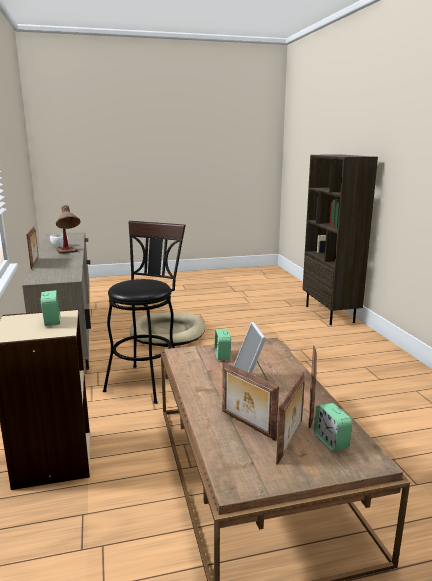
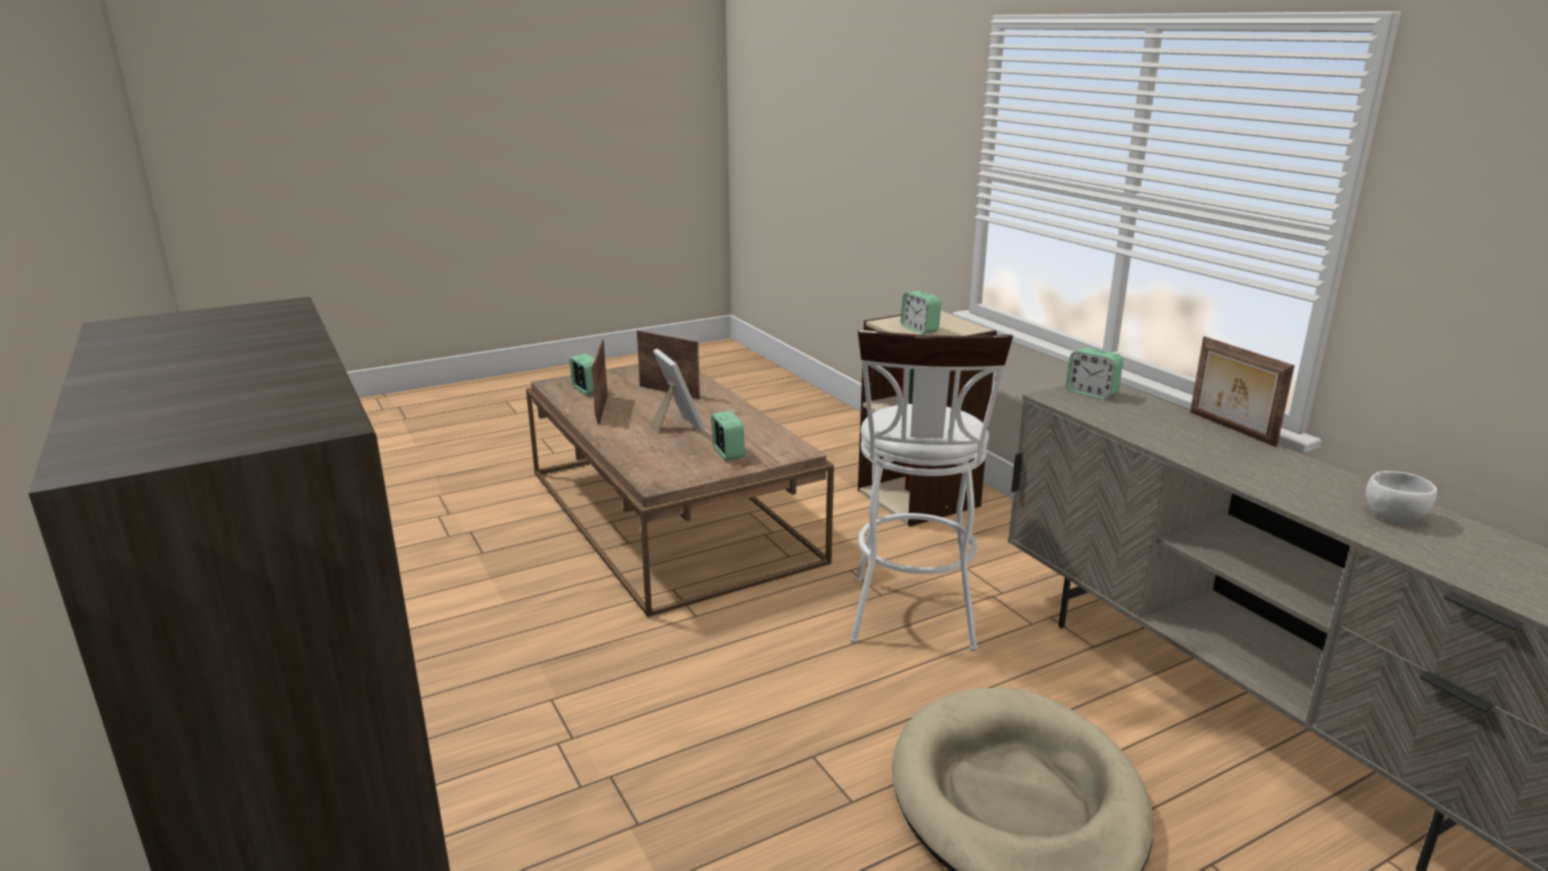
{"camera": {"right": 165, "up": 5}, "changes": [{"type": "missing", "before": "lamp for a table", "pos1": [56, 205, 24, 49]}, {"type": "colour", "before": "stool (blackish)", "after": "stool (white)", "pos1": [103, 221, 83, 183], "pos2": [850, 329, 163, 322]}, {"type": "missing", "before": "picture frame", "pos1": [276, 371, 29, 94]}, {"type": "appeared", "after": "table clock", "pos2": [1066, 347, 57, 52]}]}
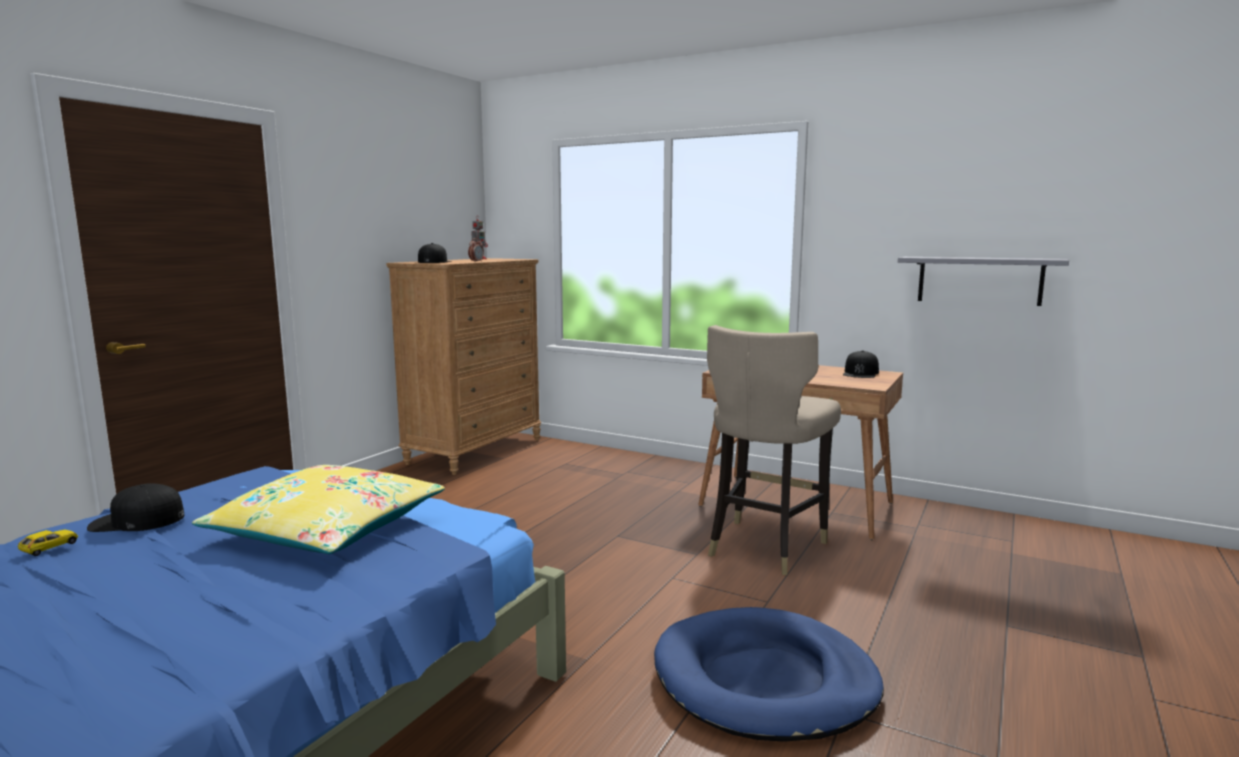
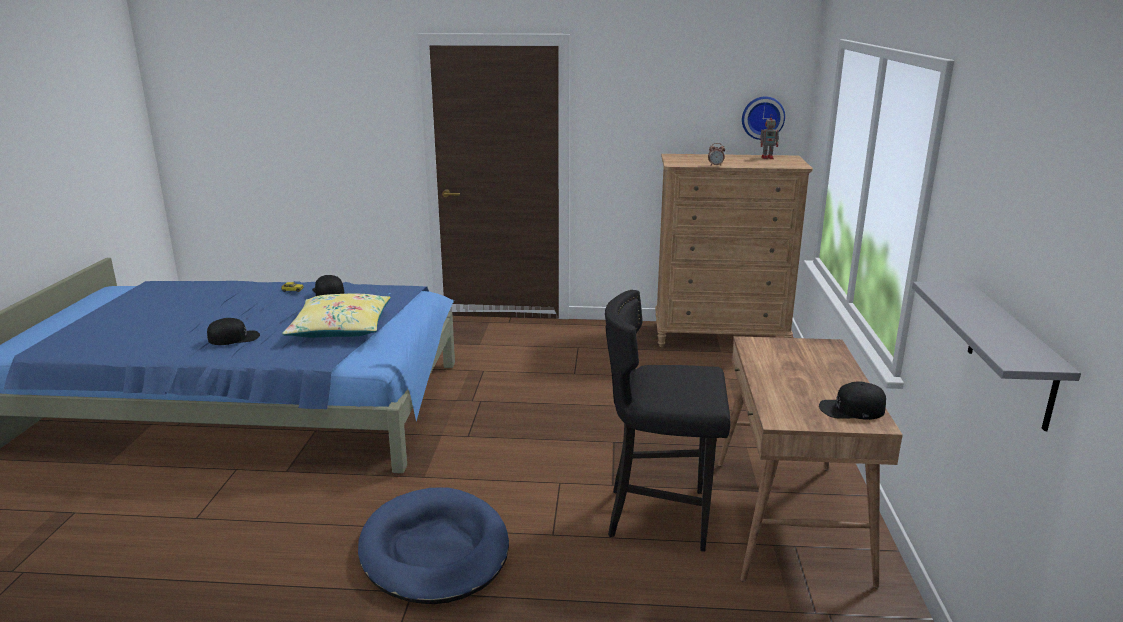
{"camera": {"right": 65, "up": 10}, "changes": [{"type": "relocated", "before": "peaked cap (blackish)", "pos1": [418, 243, 34, 20], "pos2": [207, 318, 53, 27]}, {"type": "colour", "before": "stool (beige-coloured)", "after": "stool (blackish)", "pos1": [707, 325, 134, 250], "pos2": [605, 290, 125, 262]}, {"type": "appeared", "after": "clock on the wall", "pos2": [742, 96, 43, 44]}]}
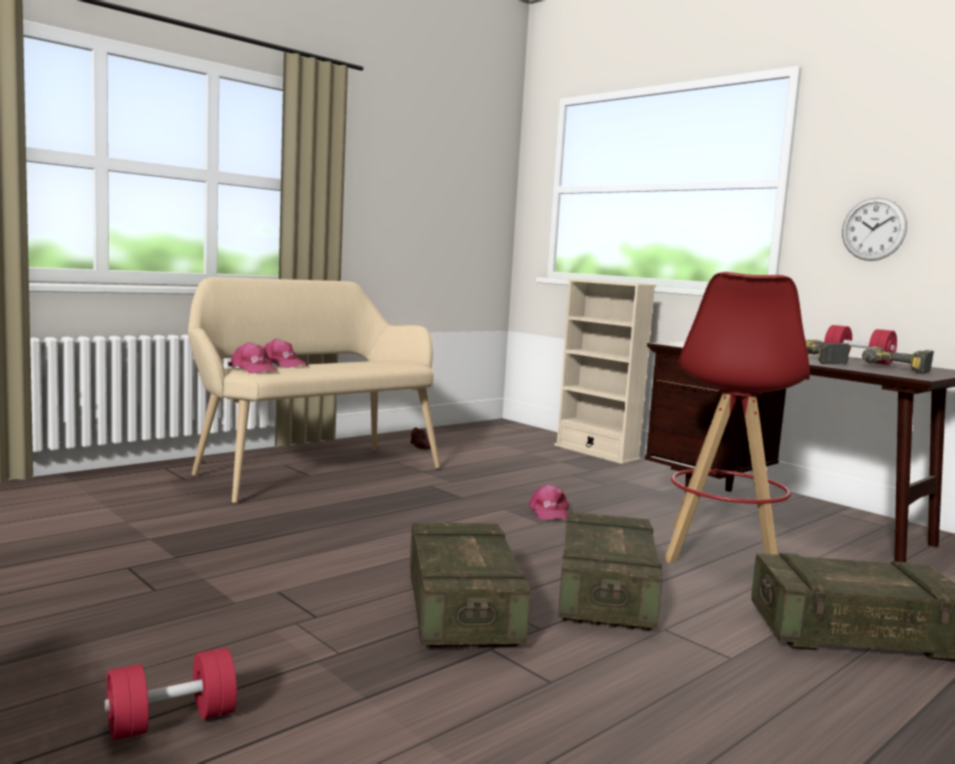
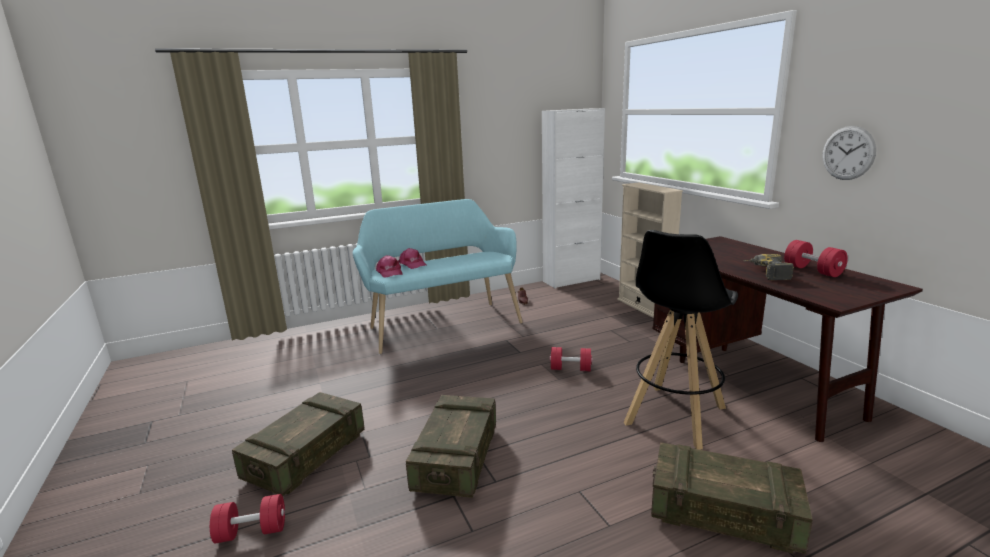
{"camera": {"right": 20, "up": 10}, "changes": [{"type": "colour", "before": "indoor bench (beige-coloured)", "after": "indoor bench (turquoise-coloured)", "pos1": [188, 277, 252, 227], "pos2": [353, 199, 170, 155]}, {"type": "exchanged", "before": "peaked cap (pink-coloured)", "after": "free weight (red-coloured)", "pos1": [529, 484, 40, 36], "pos2": [550, 347, 43, 24]}, {"type": "relocated", "before": "packing crate", "pos1": [558, 511, 104, 120], "pos2": [232, 392, 132, 104]}, {"type": "colour", "before": "stool (red-coloured)", "after": "stool (blackish)", "pos1": [664, 272, 146, 291], "pos2": [624, 230, 114, 220]}, {"type": "missing", "before": "drill", "pos1": [862, 346, 72, 28]}, {"type": "appeared", "after": "storage cabinet (white)", "pos2": [542, 108, 63, 180]}]}
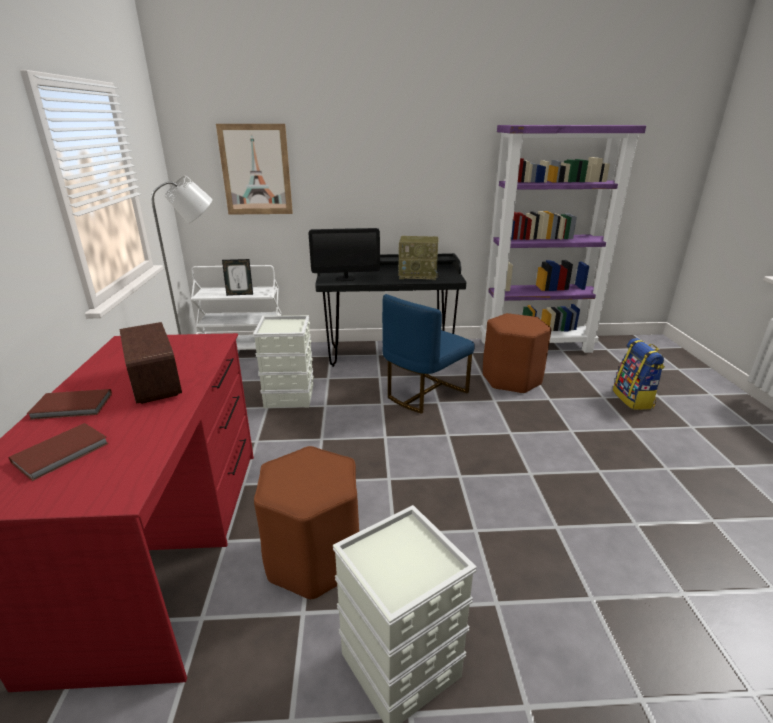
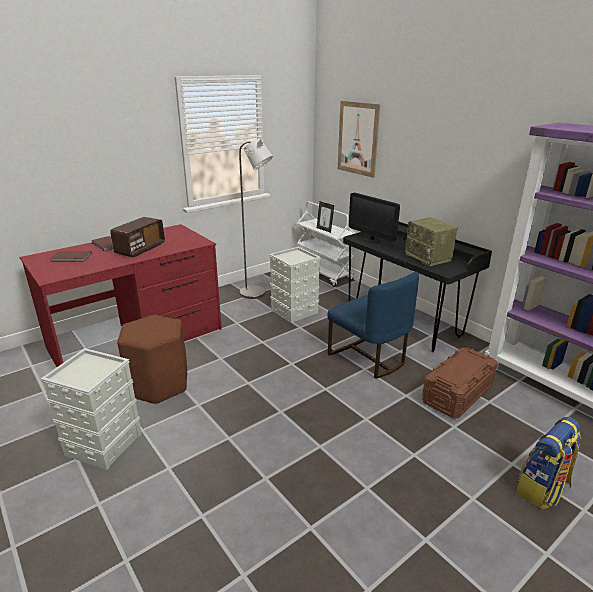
{"camera": {"right": 55, "up": 0}, "changes": [{"type": "spun", "before": "chair (blue)", "pos1": [382, 294, 93, 120], "pos2": [328, 271, 91, 108], "turn": -135}, {"type": "exchanged", "before": "stool (brown)", "after": "storage container (brown)", "pos1": [483, 313, 68, 81], "pos2": [422, 348, 75, 70]}]}
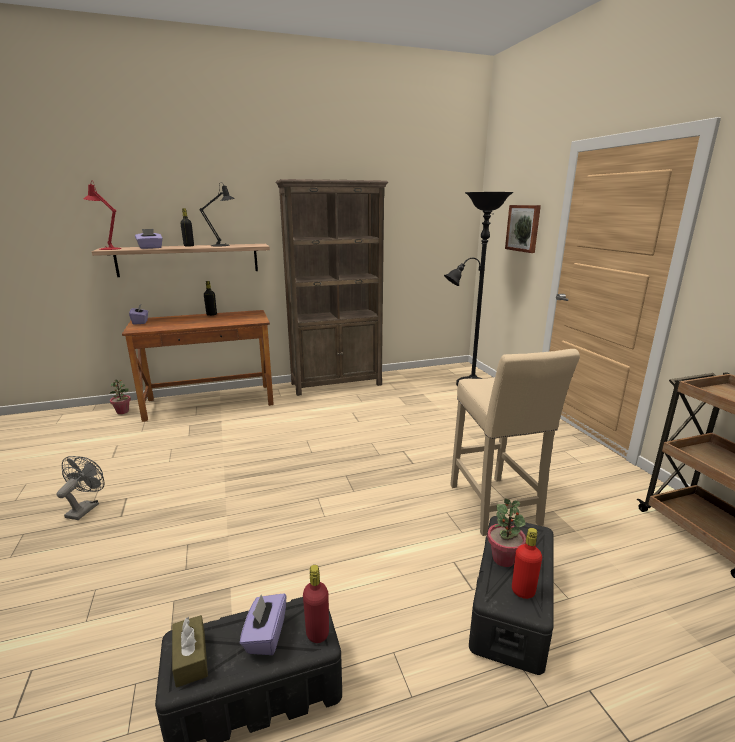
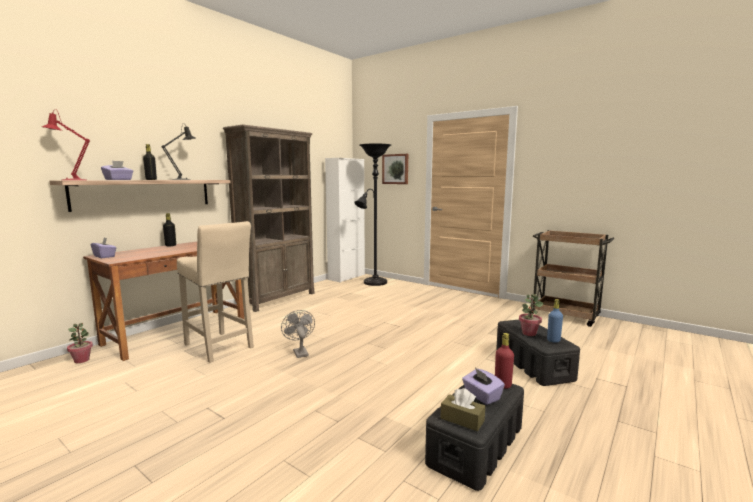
{"camera": {"right": -35, "up": -10}, "changes": [{"type": "relocated", "before": "cooling fan (gray)", "pos1": [57, 456, 47, 64], "pos2": [281, 310, 34, 48]}, {"type": "relocated", "before": "stool (beige-coloured)", "pos1": [450, 349, 130, 187], "pos2": [177, 221, 77, 142]}, {"type": "colour", "before": "drink bottle (red-coloured)", "after": "drink bottle (blue)", "pos1": [512, 528, 30, 71], "pos2": [547, 299, 16, 44]}, {"type": "appeared", "after": "storage cabinet (white)", "pos2": [325, 158, 40, 125]}]}
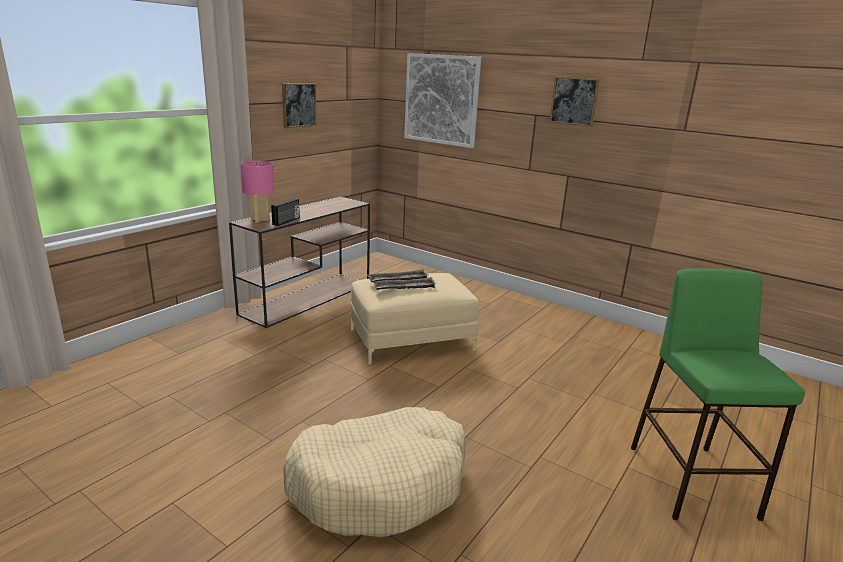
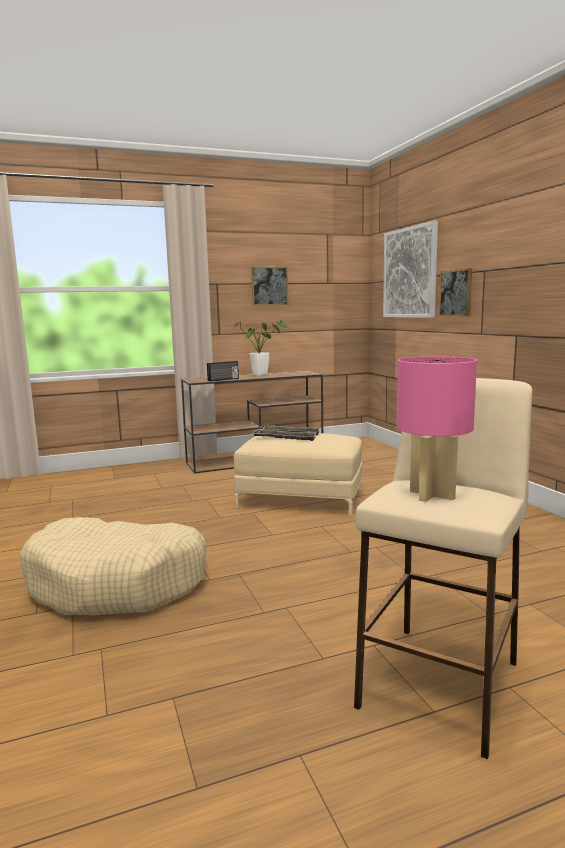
{"camera": {"right": 35, "up": -10}, "changes": [{"type": "relocated", "before": "lamp for a table (pink-coloured)", "pos1": [241, 161, 33, 62], "pos2": [397, 356, 80, 146]}, {"type": "relocated", "before": "wall picture", "pos1": [549, 76, 51, 51], "pos2": [439, 268, 33, 48]}, {"type": "colour", "before": "stool (green-coloured)", "after": "stool (beige-coloured)", "pos1": [631, 269, 174, 252], "pos2": [354, 378, 178, 381]}, {"type": "appeared", "after": "plant in a pot", "pos2": [234, 320, 54, 55]}]}
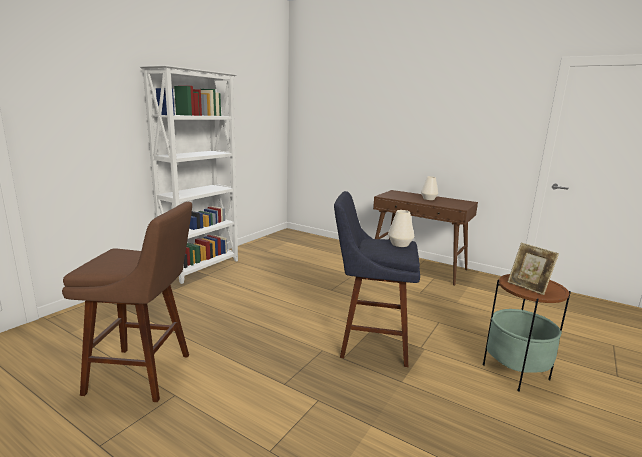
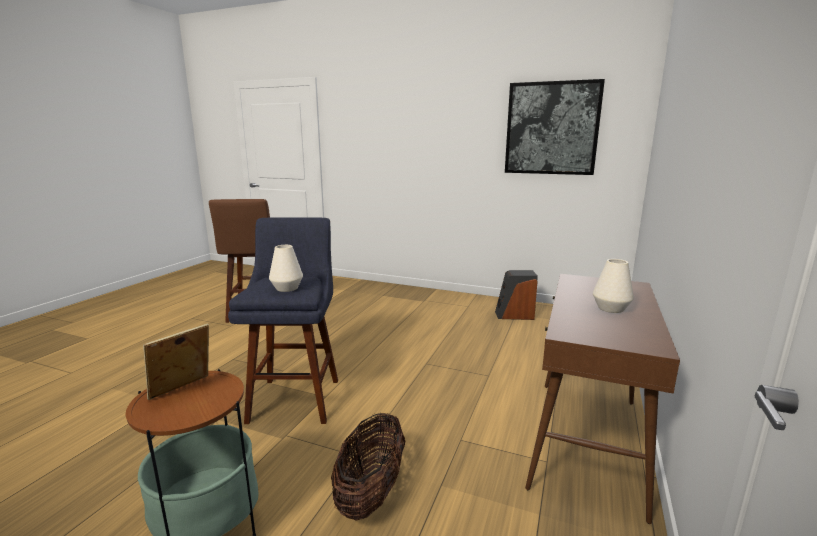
{"camera": {"right": 80, "up": 0}, "changes": [{"type": "missing", "before": "bookshelf (white)", "pos1": [140, 65, 98, 219]}, {"type": "appeared", "after": "household basket", "pos2": [331, 413, 74, 107]}, {"type": "appeared", "after": "audio speaker", "pos2": [495, 270, 43, 50]}, {"type": "appeared", "after": "wall picture", "pos2": [505, 79, 100, 96]}]}
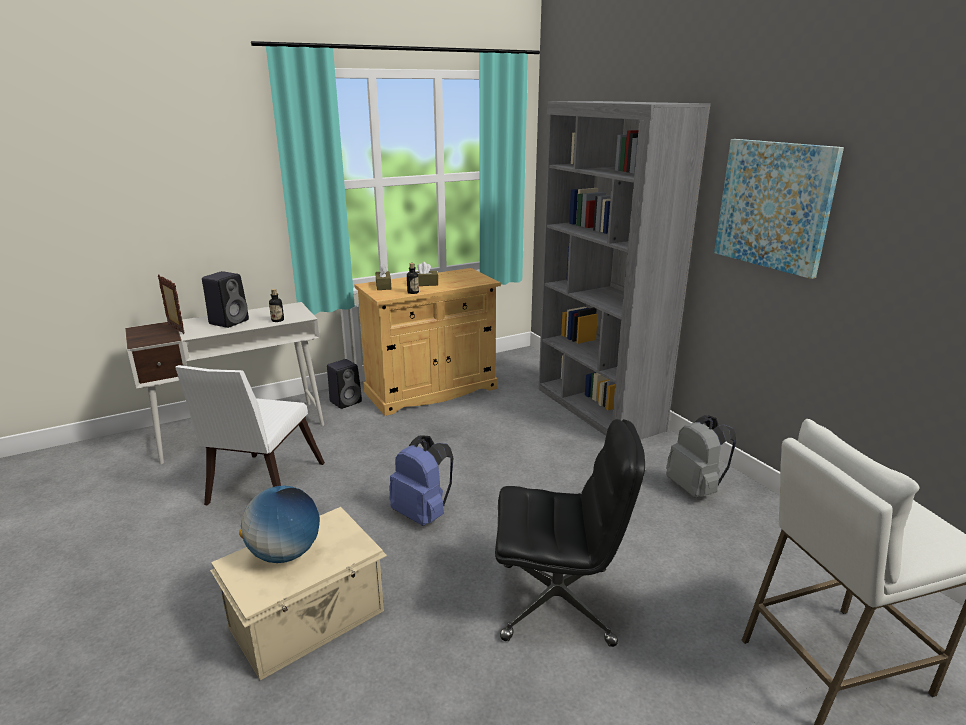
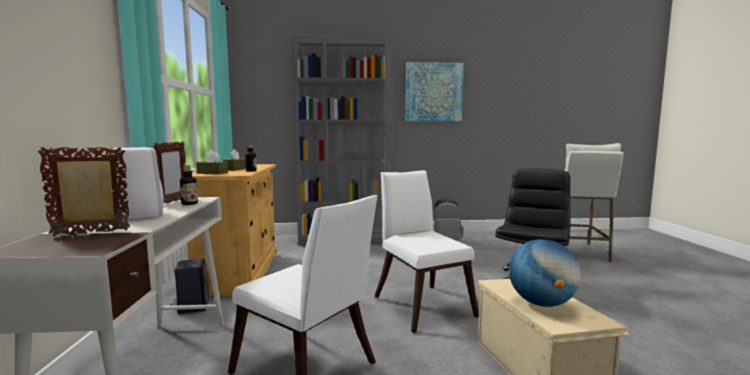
{"camera": {"right": -65, "up": -15}, "changes": [{"type": "colour", "before": "audio speaker (blackish)", "after": "audio speaker (white)", "pos1": [202, 271, 47, 57], "pos2": [112, 147, 52, 74]}, {"type": "exchanged", "before": "rucksack (blue)", "after": "chair (white)", "pos1": [389, 435, 65, 91], "pos2": [375, 170, 104, 163]}, {"type": "appeared", "after": "picture frame", "pos2": [153, 141, 33, 62]}]}
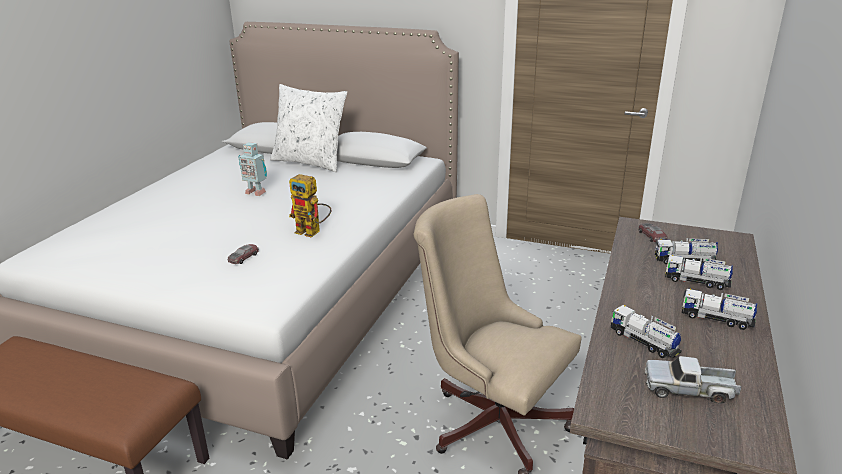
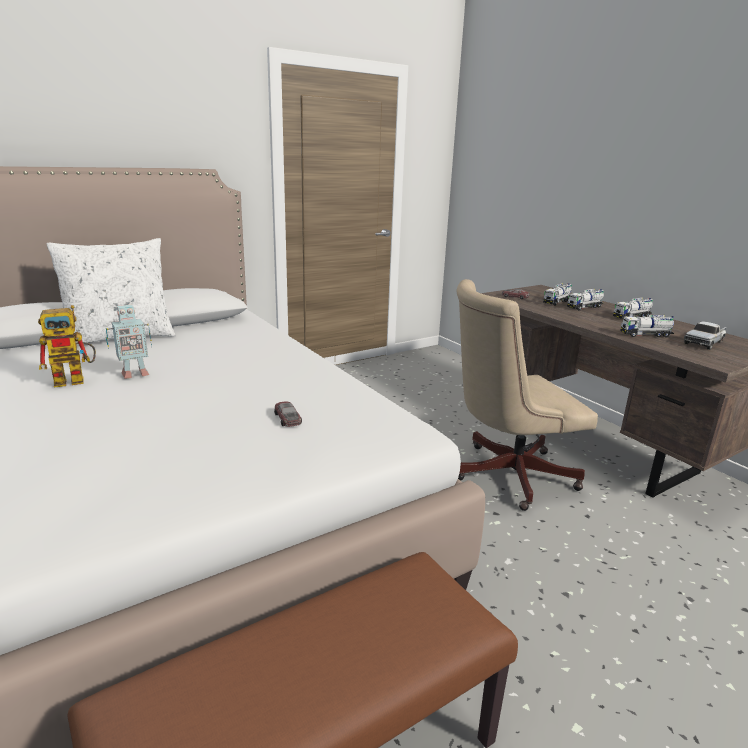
{"camera": {"right": -55, "up": -5}, "changes": [{"type": "relocated", "before": "robot figure", "pos1": [289, 174, 42, 63], "pos2": [38, 305, 58, 83]}]}
